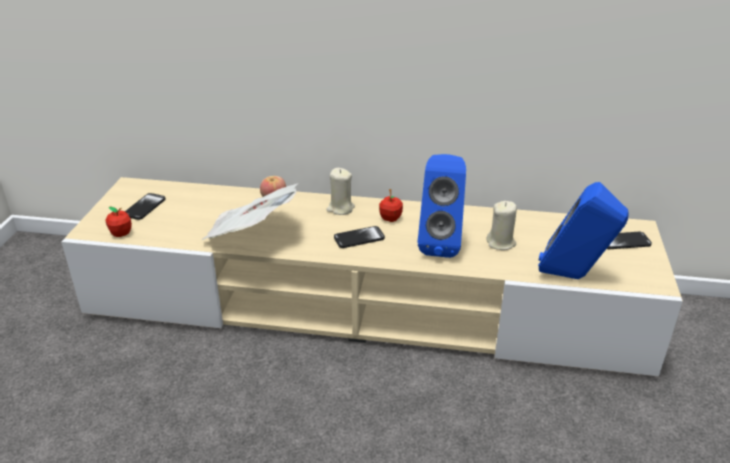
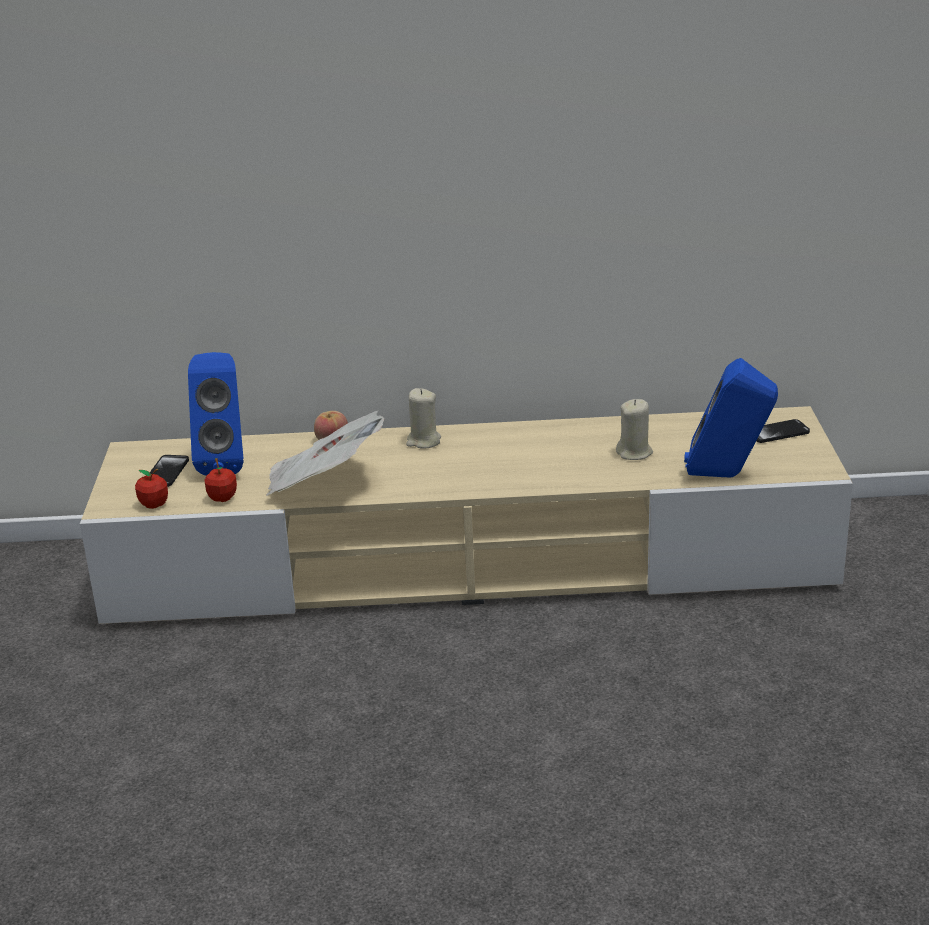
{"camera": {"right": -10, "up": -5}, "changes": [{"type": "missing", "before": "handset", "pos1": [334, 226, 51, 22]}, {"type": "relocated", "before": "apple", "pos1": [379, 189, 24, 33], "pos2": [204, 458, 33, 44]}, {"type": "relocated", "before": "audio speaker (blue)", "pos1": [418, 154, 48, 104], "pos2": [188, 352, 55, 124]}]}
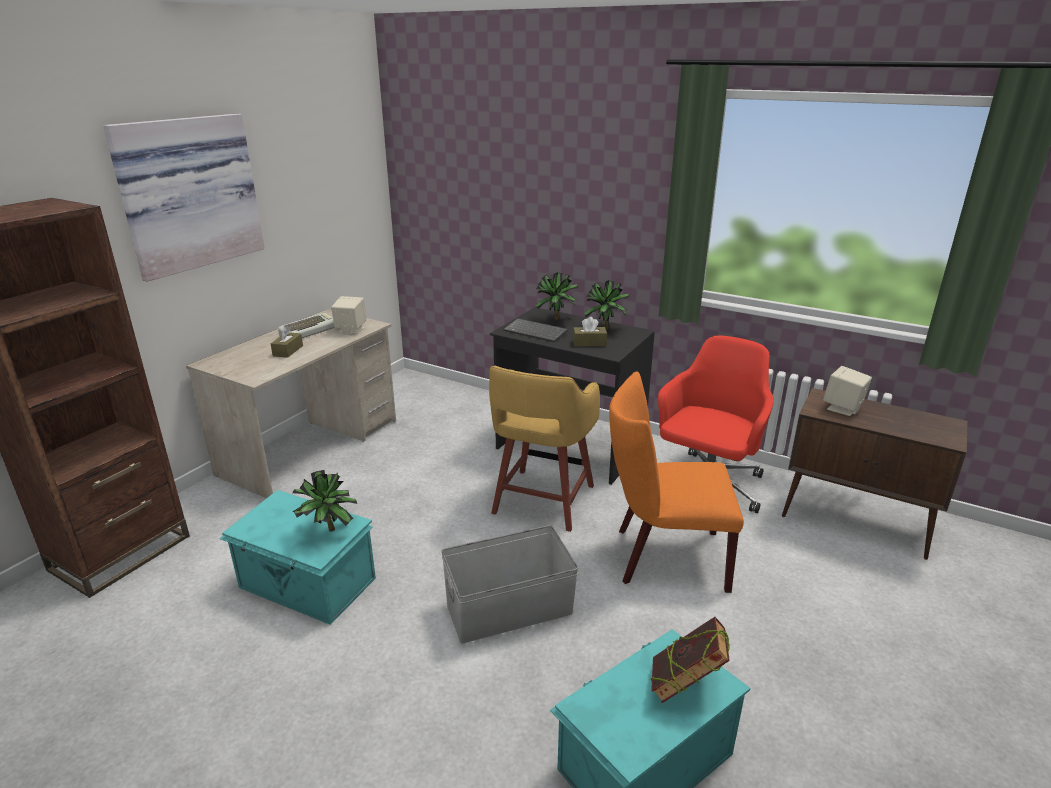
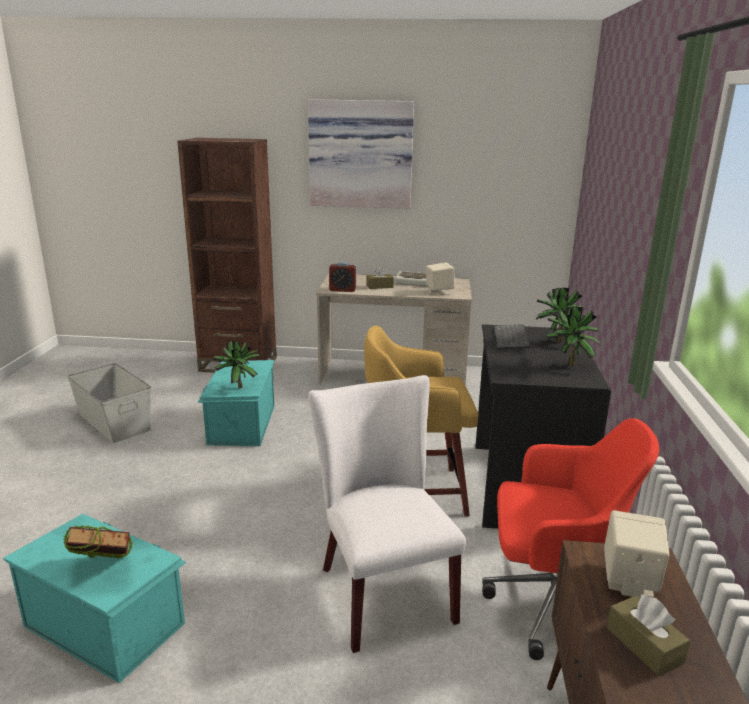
{"camera": {"right": 65, "up": -5}, "changes": [{"type": "relocated", "before": "storage container (gray)", "pos1": [441, 525, 137, 118], "pos2": [67, 363, 84, 80]}, {"type": "relocated", "before": "box of tissues (brown)", "pos1": [573, 317, 34, 29], "pos2": [607, 594, 83, 82]}, {"type": "colour", "before": "chair (orange-coloured)", "after": "chair (white)", "pos1": [609, 371, 135, 222], "pos2": [308, 375, 158, 278]}, {"type": "appeared", "after": "table clock", "pos2": [329, 262, 27, 30]}]}
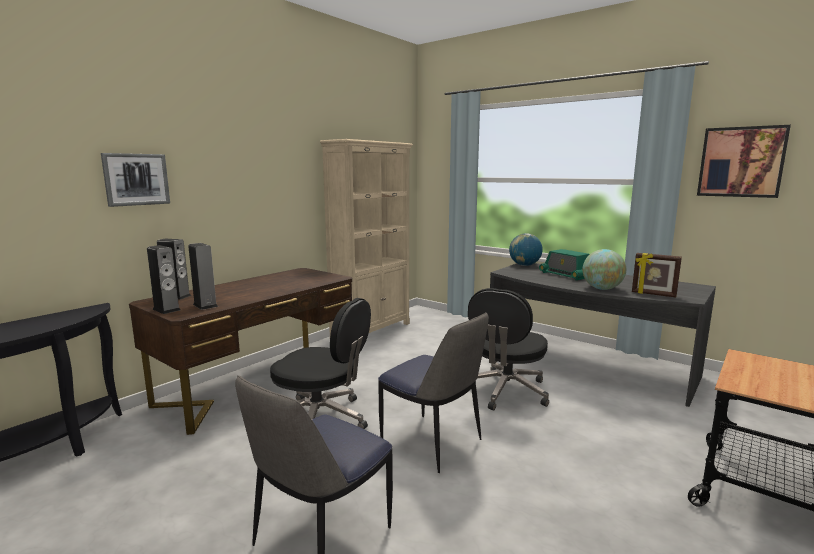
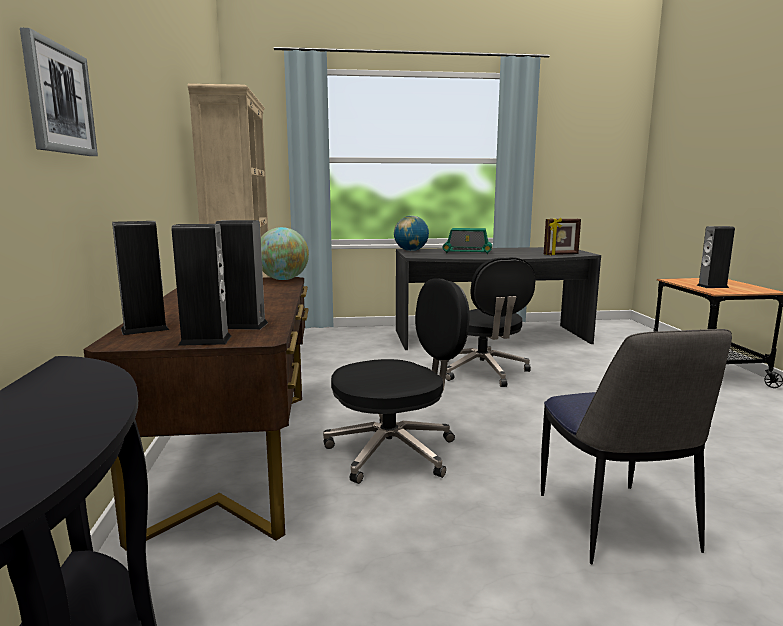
{"camera": {"right": -45, "up": 0}, "changes": [{"type": "missing", "before": "chair", "pos1": [378, 312, 111, 161]}, {"type": "relocated", "before": "desk globe", "pos1": [582, 249, 44, 41], "pos2": [261, 227, 48, 53]}, {"type": "missing", "before": "wall picture", "pos1": [697, 125, 94, 73]}, {"type": "appeared", "after": "audio speaker", "pos2": [696, 226, 39, 62]}]}
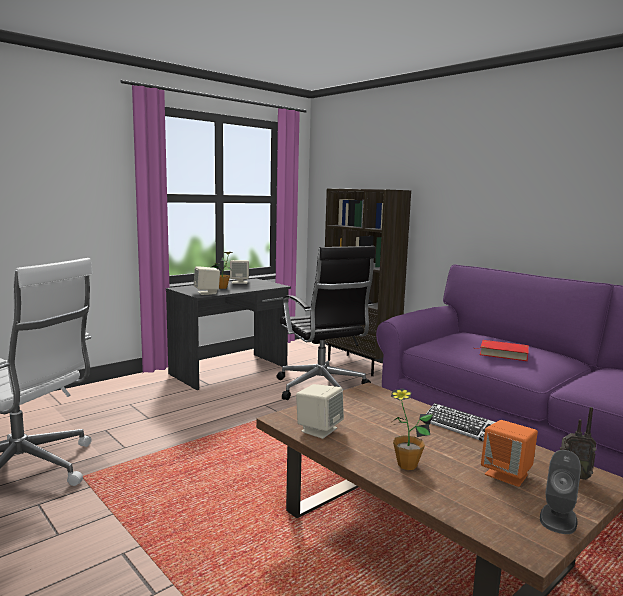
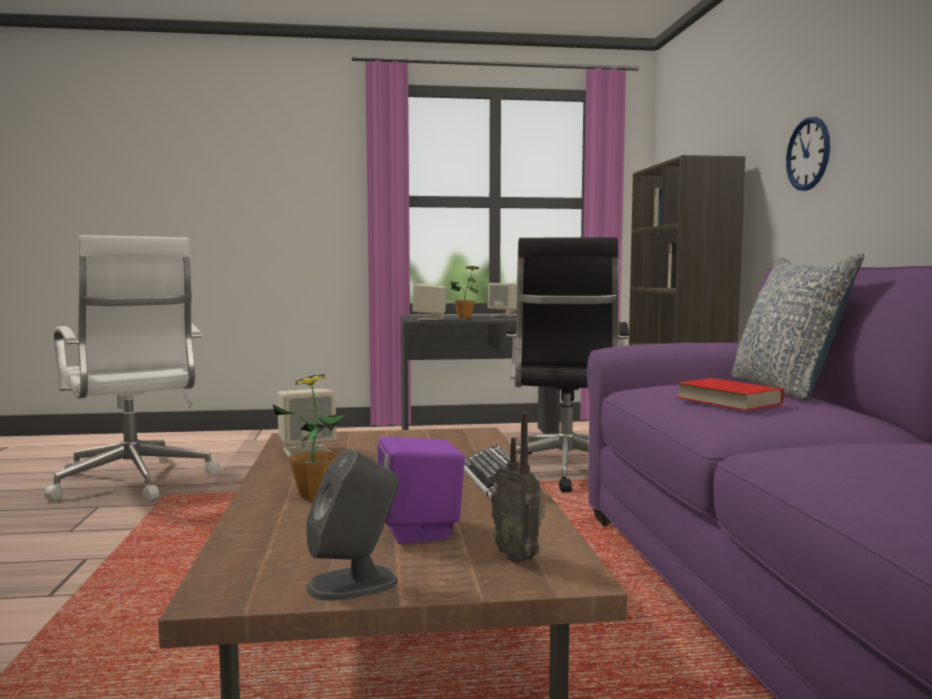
{"camera": {"right": 35, "up": -5}, "changes": [{"type": "colour", "before": "audio speaker (orange-coloured)", "after": "audio speaker (purple)", "pos1": [481, 420, 57, 67], "pos2": [376, 437, 89, 107]}, {"type": "appeared", "after": "throw pillow", "pos2": [731, 253, 133, 148]}, {"type": "appeared", "after": "clock on the wall", "pos2": [786, 117, 44, 74]}]}
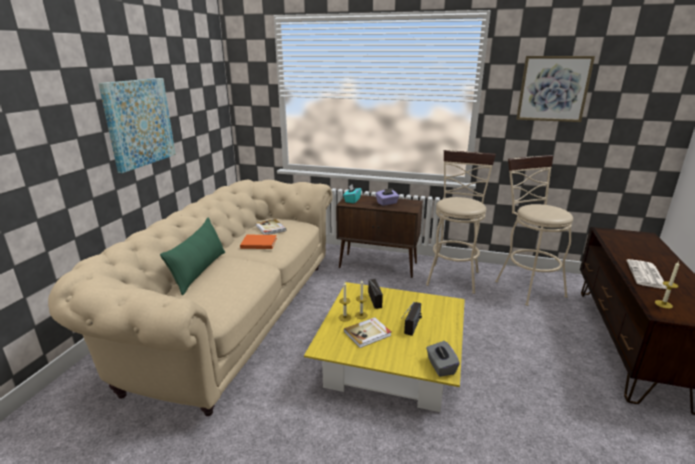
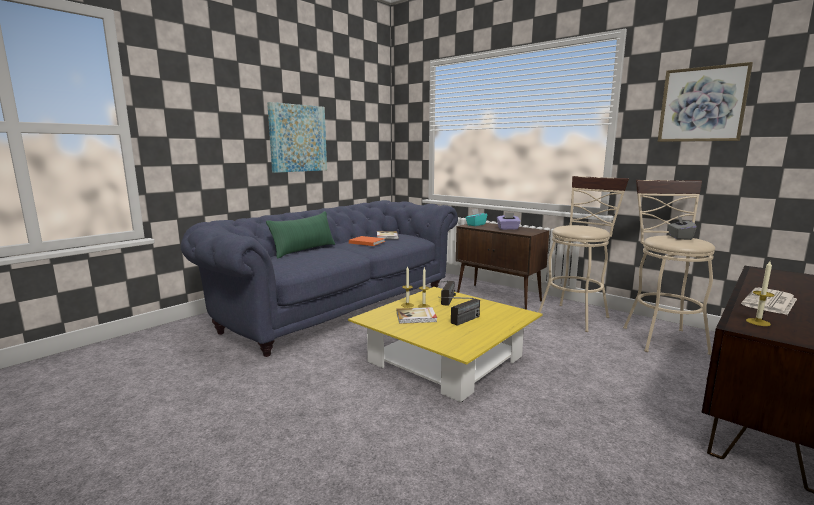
{"camera": {"right": 25, "up": -10}, "changes": [{"type": "colour", "before": "settee (beige-coloured)", "after": "settee (blue)", "pos1": [48, 179, 285, 237], "pos2": [180, 200, 278, 157]}, {"type": "relocated", "before": "box of tissues (gray)", "pos1": [426, 341, 34, 36], "pos2": [668, 216, 29, 24]}]}
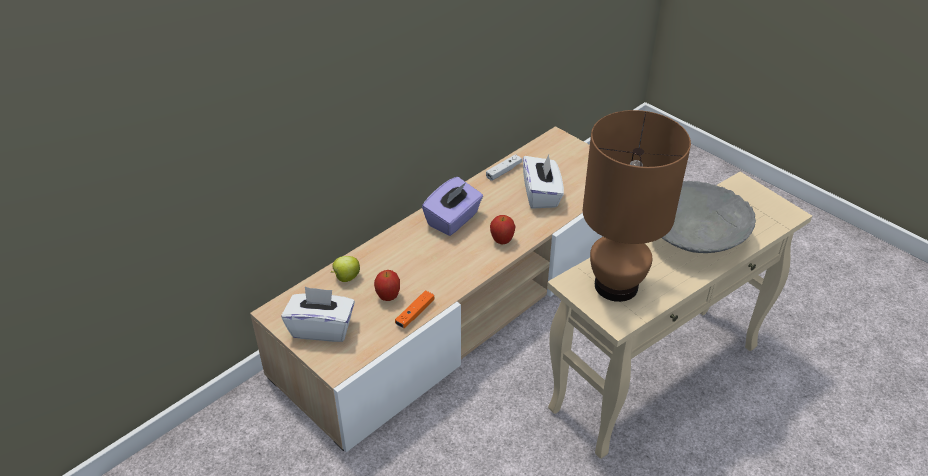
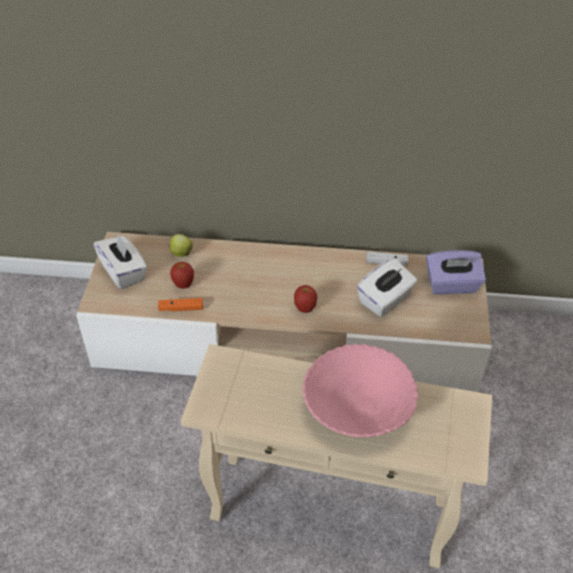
{"camera": {"right": 50, "up": 5}, "changes": [{"type": "relocated", "before": "box of tissues (purple)", "pos1": [422, 177, 61, 59], "pos2": [426, 250, 60, 44]}, {"type": "missing", "before": "lamp for a table (brown)", "pos1": [583, 110, 108, 192]}, {"type": "colour", "before": "deep dish (gray)", "after": "deep dish (pink-coloured)", "pos1": [662, 181, 94, 72], "pos2": [302, 344, 117, 93]}]}
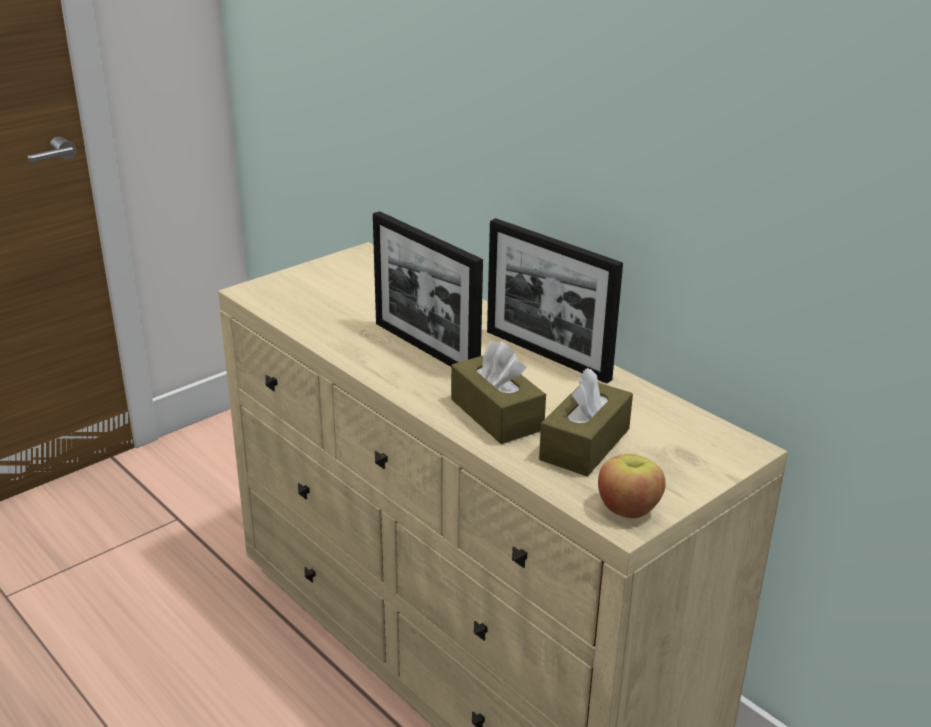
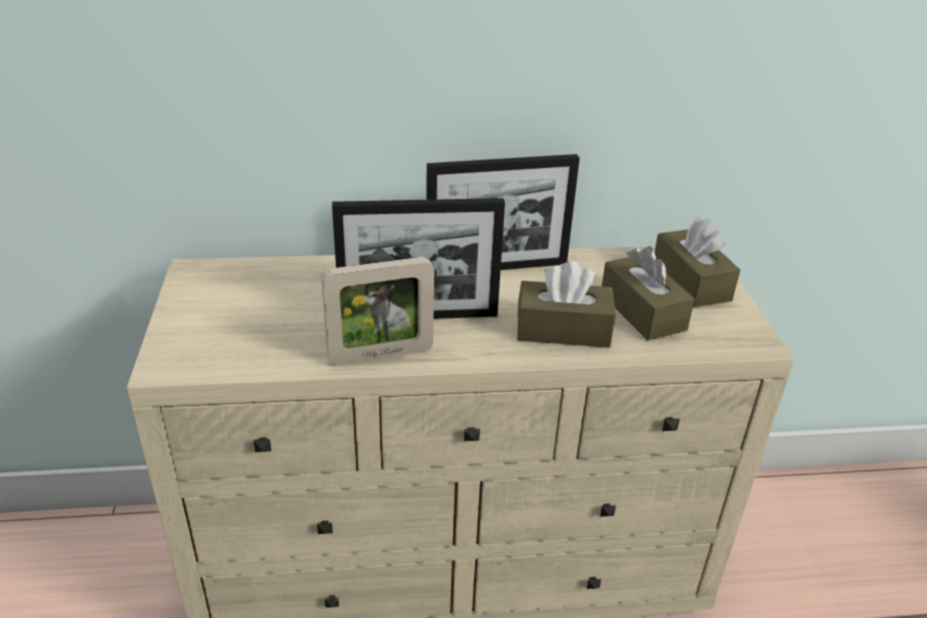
{"camera": {"right": -55, "up": 5}, "changes": [{"type": "missing", "before": "apple", "pos1": [598, 454, 68, 64]}, {"type": "appeared", "after": "picture frame", "pos2": [321, 257, 113, 108]}, {"type": "appeared", "after": "box of tissues (brown)", "pos2": [654, 217, 86, 90]}]}
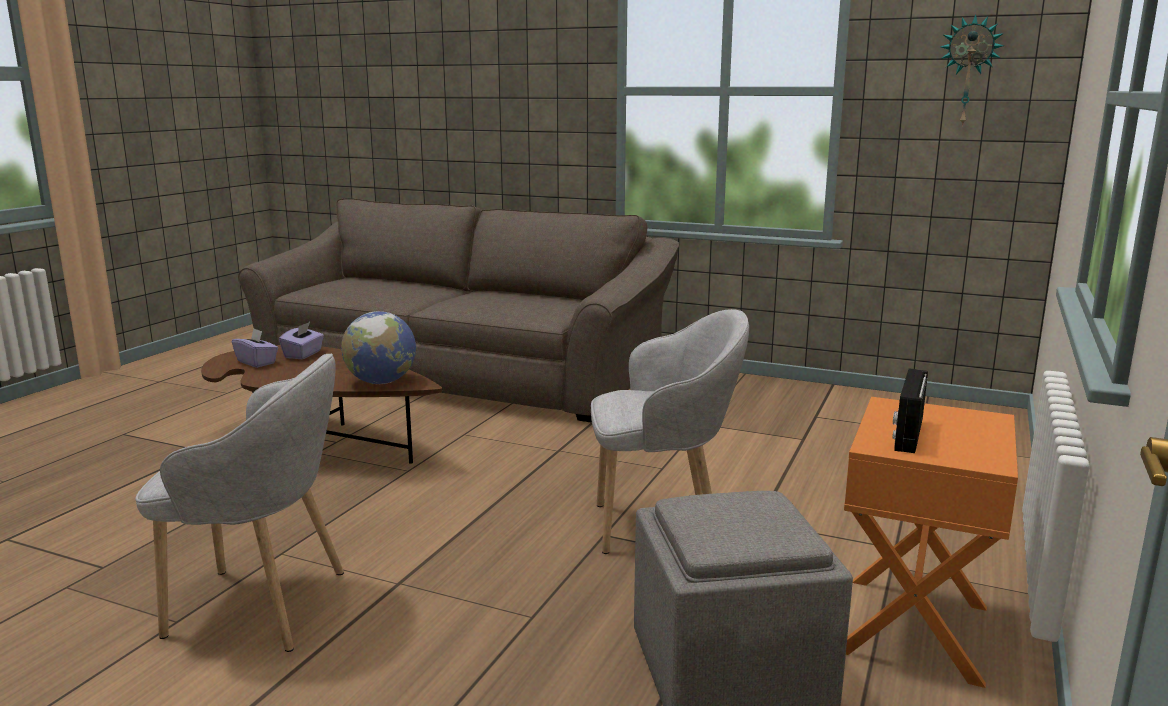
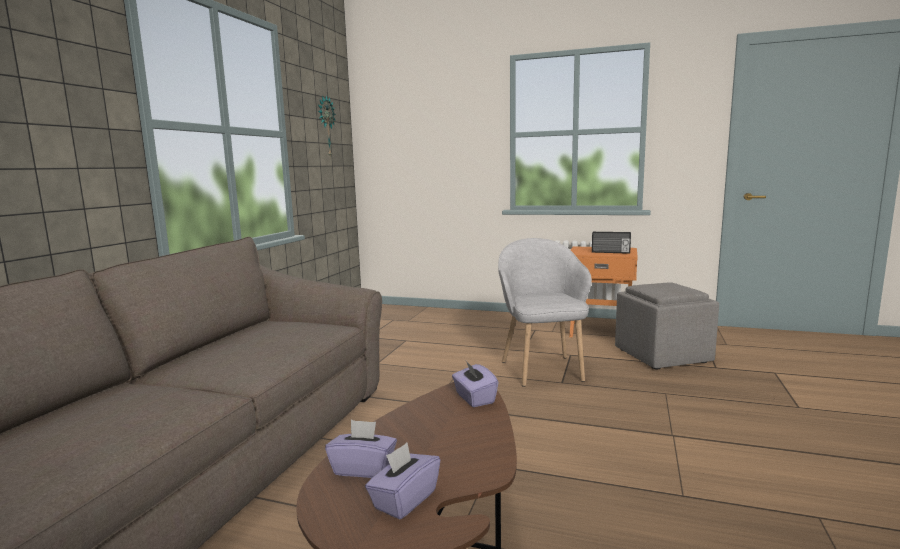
{"camera": {"right": -95, "up": -5}, "changes": [{"type": "missing", "before": "lounge chair (gray)", "pos1": [135, 354, 209, 298]}, {"type": "exchanged", "before": "desk globe", "after": "box of tissues (purple)", "pos1": [341, 311, 75, 73], "pos2": [452, 361, 47, 46]}]}
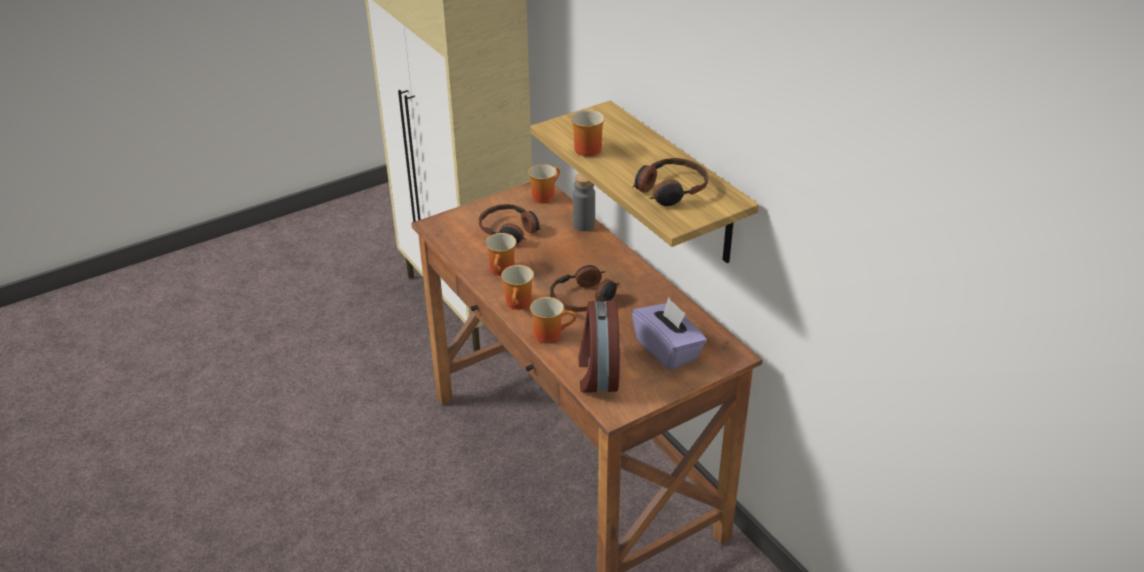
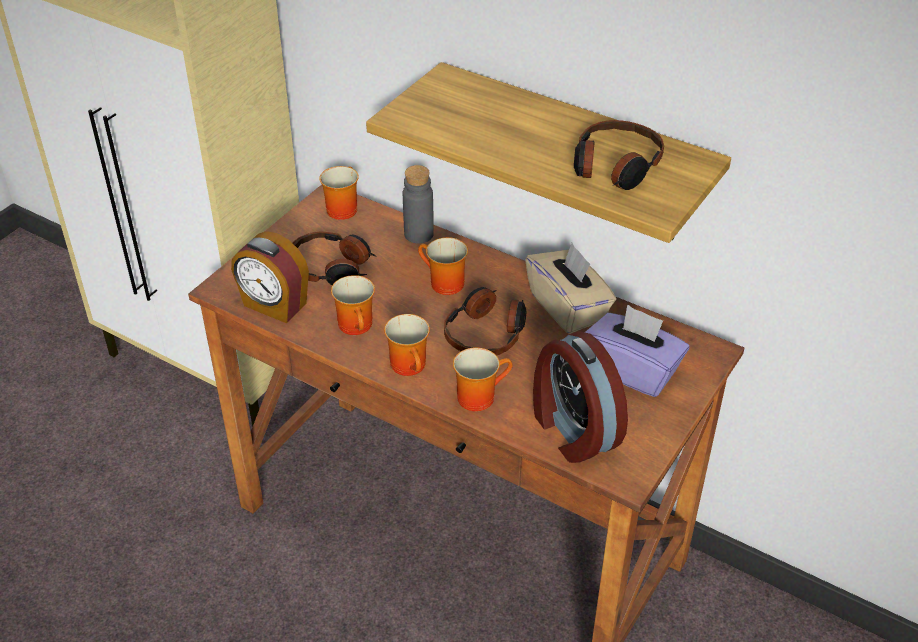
{"camera": {"right": -25, "up": 5}, "changes": [{"type": "relocated", "before": "tea mug", "pos1": [571, 110, 34, 47], "pos2": [418, 237, 50, 58]}, {"type": "appeared", "after": "table clock", "pos2": [231, 231, 78, 92]}, {"type": "appeared", "after": "box of tissues (beige-coloured)", "pos2": [525, 243, 91, 91]}]}
